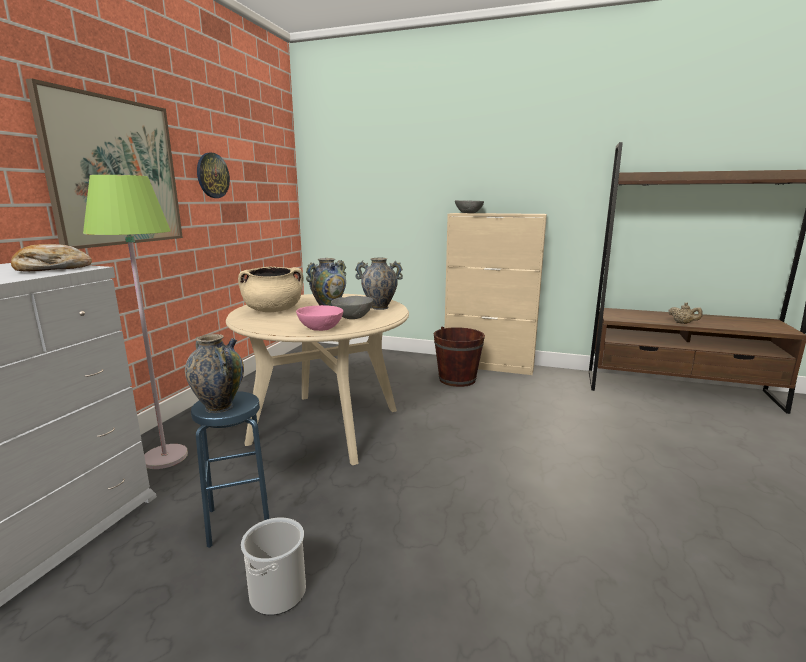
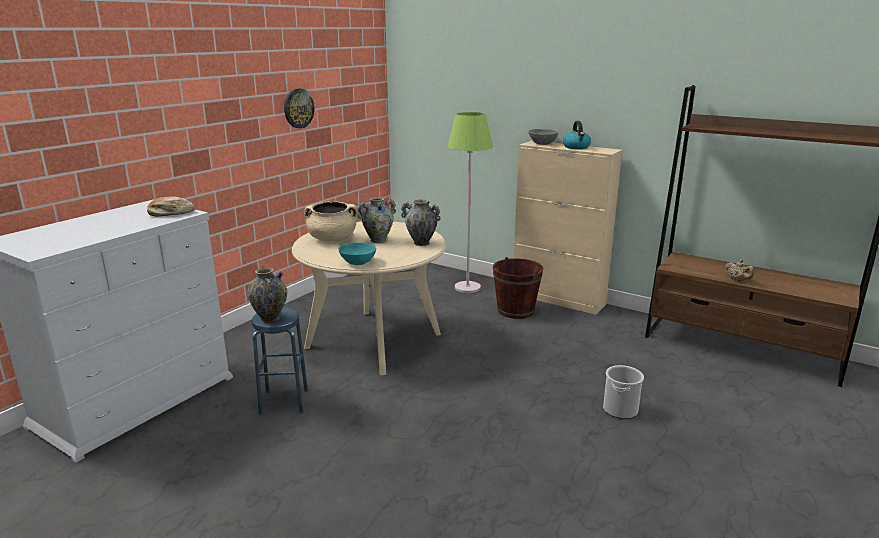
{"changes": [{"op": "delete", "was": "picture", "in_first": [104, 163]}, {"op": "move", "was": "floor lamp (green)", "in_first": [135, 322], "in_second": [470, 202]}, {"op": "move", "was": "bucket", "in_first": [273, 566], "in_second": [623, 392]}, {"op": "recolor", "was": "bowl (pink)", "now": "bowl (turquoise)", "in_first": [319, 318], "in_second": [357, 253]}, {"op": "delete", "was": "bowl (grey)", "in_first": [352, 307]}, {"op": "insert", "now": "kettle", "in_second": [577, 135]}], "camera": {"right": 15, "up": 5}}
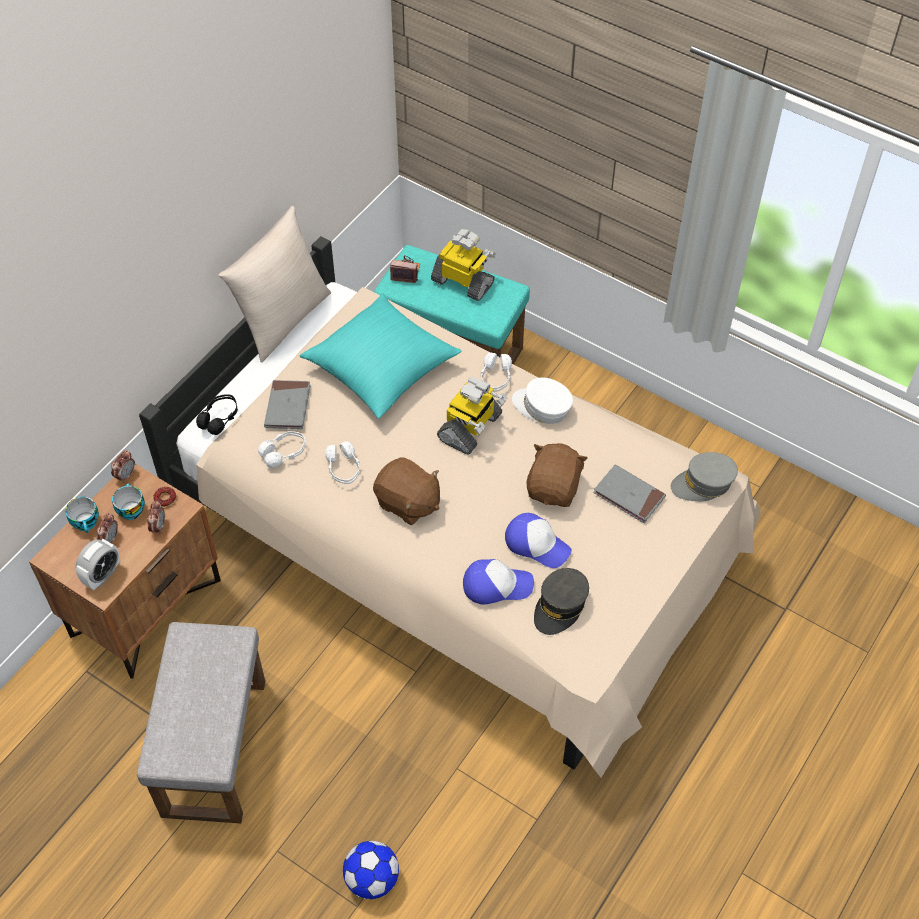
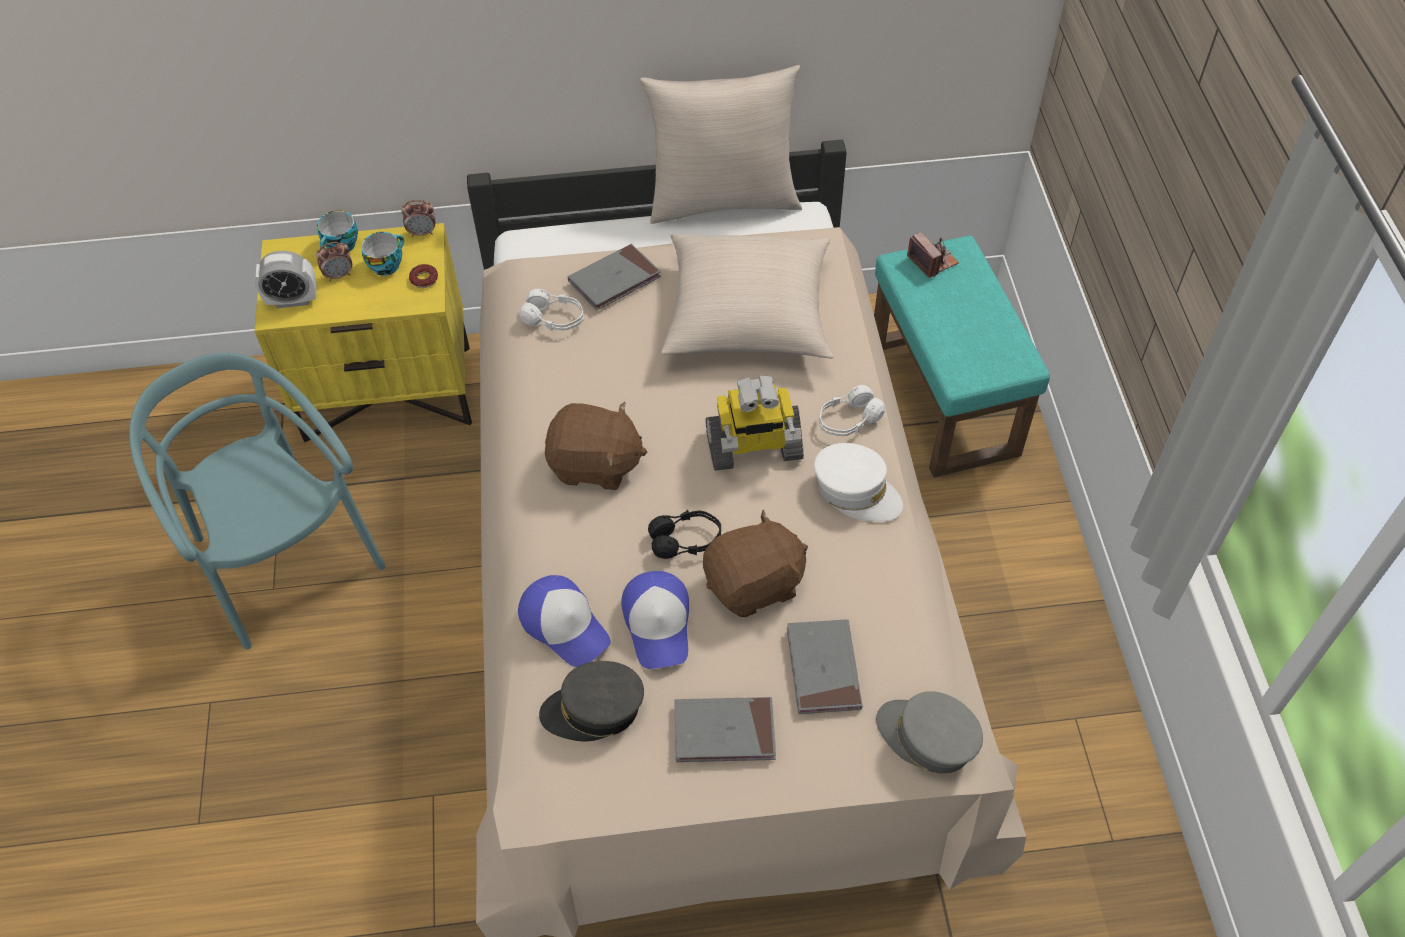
{"changes": [{"op": "recolor", "was": "nightstand (brown)", "now": "nightstand (yellow)", "in_first": [125, 571], "in_second": [363, 332]}, {"op": "replace", "was": "ottoman (grey)", "now": "chair (turquoise)", "in_first": [201, 722], "in_second": [257, 501]}, {"op": "delete", "was": "alarm clock", "in_first": [156, 517]}, {"op": "move", "was": "headphones (black)", "in_first": [217, 414], "in_second": [684, 534]}, {"op": "recolor", "was": "pillow (turquoise)", "now": "pillow (beige)", "in_first": [381, 356], "in_second": [747, 296]}, {"op": "delete", "was": "headphones (white)", "in_first": [342, 462]}, {"op": "delete", "was": "football", "in_first": [371, 870]}, {"op": "rotate", "was": "plush toy (brown)", "in_first": [406, 491], "in_second": [596, 446], "clockwise": -75}, {"op": "delete", "was": "toy robot", "in_first": [463, 265]}, {"op": "rotate", "was": "cap (white)", "in_first": [542, 400], "in_second": [858, 482], "clockwise": 135}, {"op": "insert", "now": "book (grey)", "in_second": [725, 729]}], "camera": {"right": 50, "up": 0}}
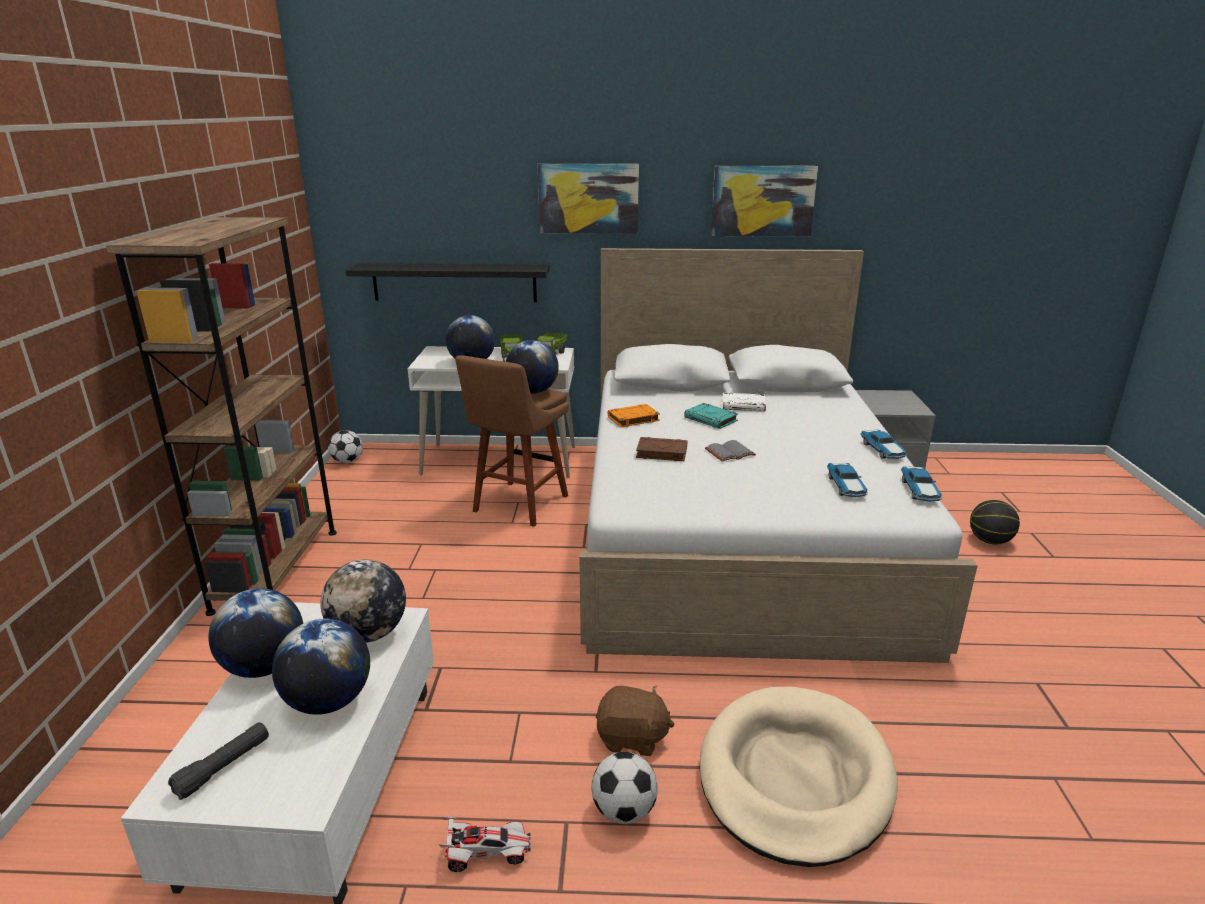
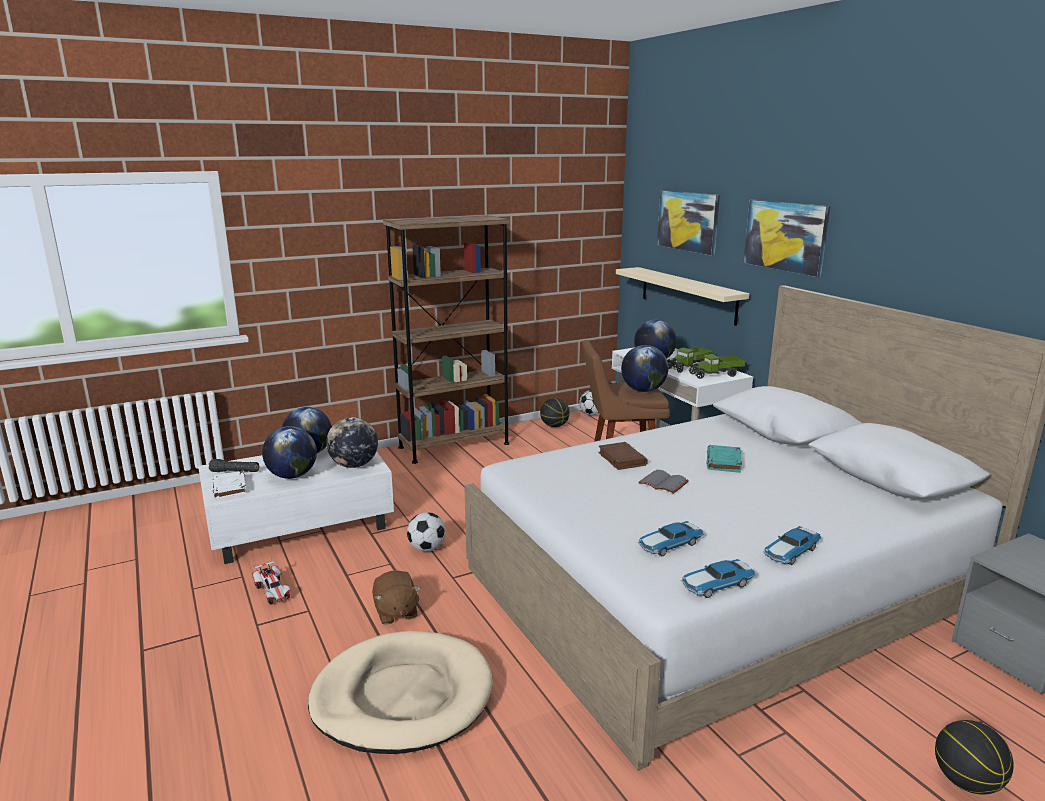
{"changes": [{"op": "recolor", "was": "shelf (black)", "now": "shelf (beige)", "in_first": [448, 282], "in_second": [683, 296]}, {"op": "move", "was": "football", "in_first": [624, 788], "in_second": [426, 531]}, {"op": "delete", "was": "book (orange)", "in_first": [634, 415]}, {"op": "move", "was": "picture", "in_first": [764, 201], "in_second": [688, 223]}, {"op": "move", "was": "book (white)", "in_first": [744, 401], "in_second": [229, 485]}, {"op": "insert", "now": "basketball", "in_second": [555, 412]}], "camera": {"right": 60, "up": -5}}
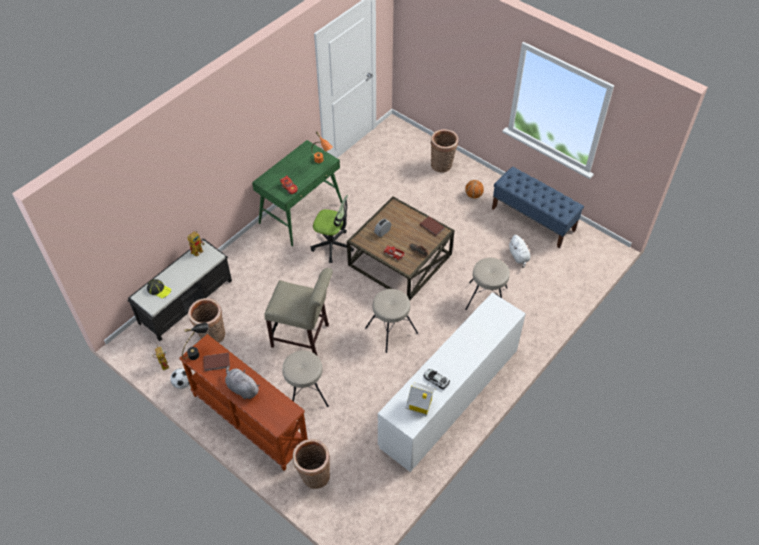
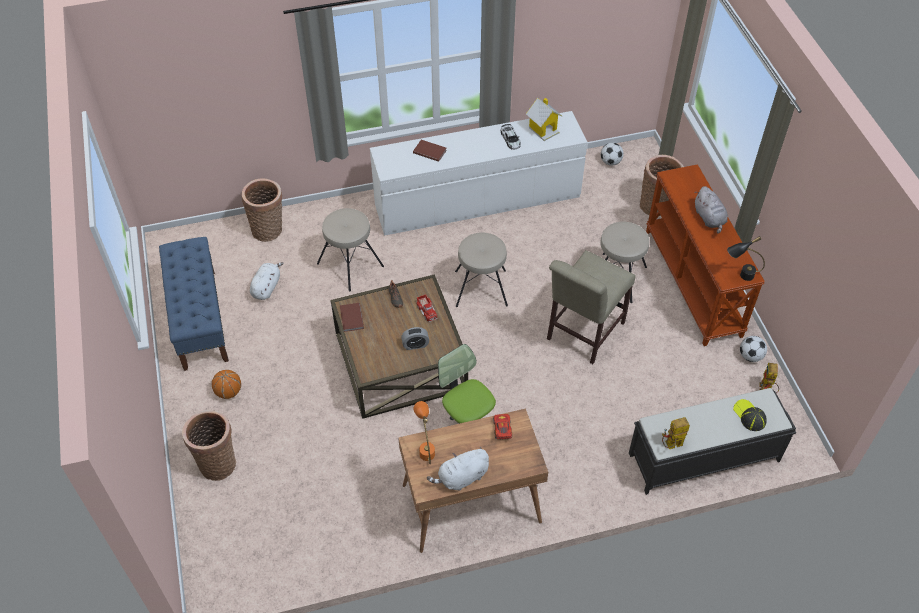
{"changes": [{"op": "move", "was": "basket", "in_first": [206, 320], "in_second": [262, 210]}, {"op": "move", "was": "book (brown)", "in_first": [216, 362], "in_second": [430, 151]}, {"op": "recolor", "was": "desk (green)", "now": "desk (brown)", "in_first": [297, 193], "in_second": [473, 481]}, {"op": "rotate", "was": "chair (beige)", "in_first": [298, 312], "in_second": [591, 307], "clockwise": -105}, {"op": "insert", "now": "plush toy (white)", "in_second": [458, 468]}, {"op": "insert", "now": "football", "in_second": [612, 154]}], "camera": {"right": -145, "up": 0}}
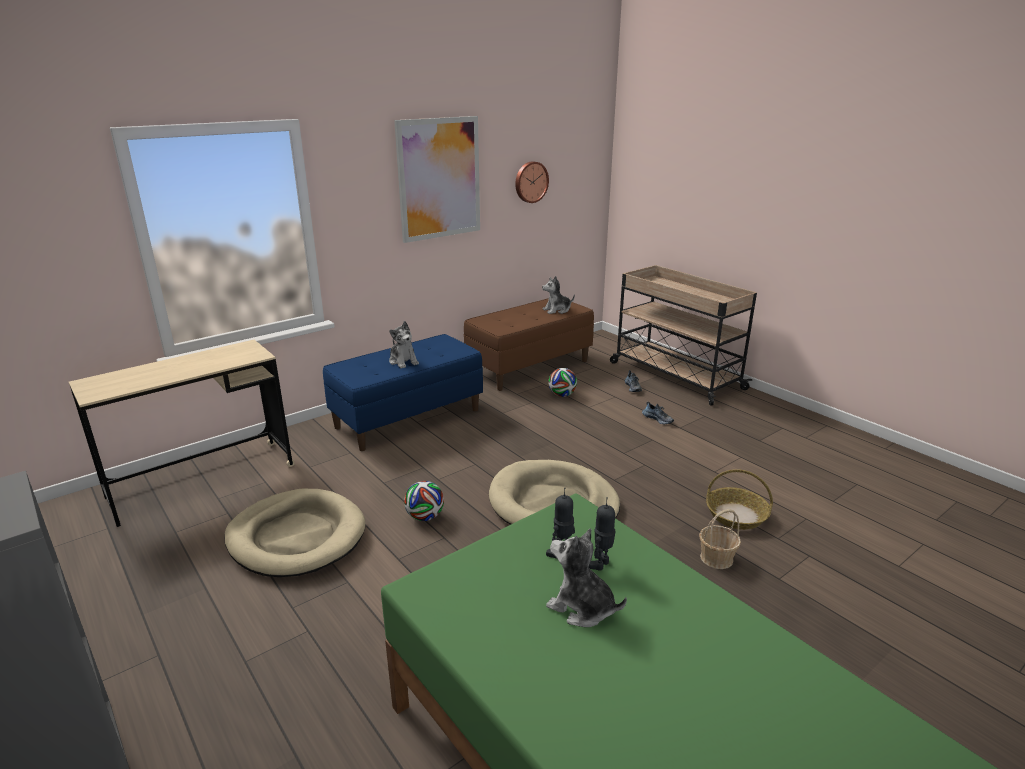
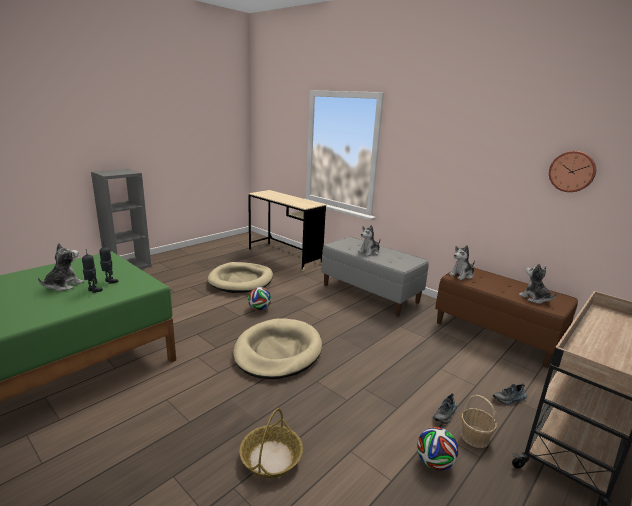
{"changes": [{"op": "recolor", "was": "bench (blue)", "now": "bench (grey)", "in_first": [403, 392], "in_second": [375, 276]}, {"op": "delete", "was": "picture", "in_first": [437, 179]}, {"op": "move", "was": "football", "in_first": [562, 382], "in_second": [438, 449]}, {"op": "move", "was": "basket", "in_first": [720, 539], "in_second": [479, 421]}, {"op": "insert", "now": "plush toy", "in_second": [462, 262]}], "camera": {"right": 80, "up": -5}}
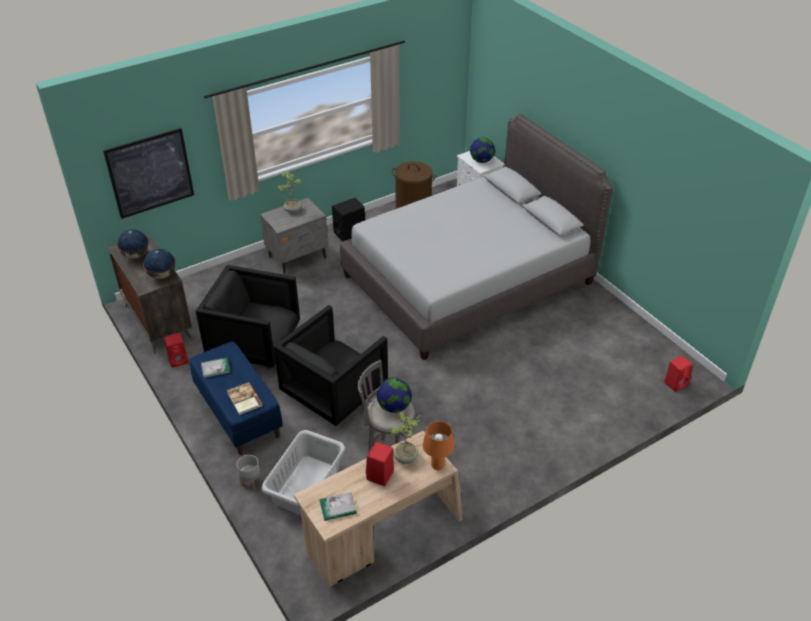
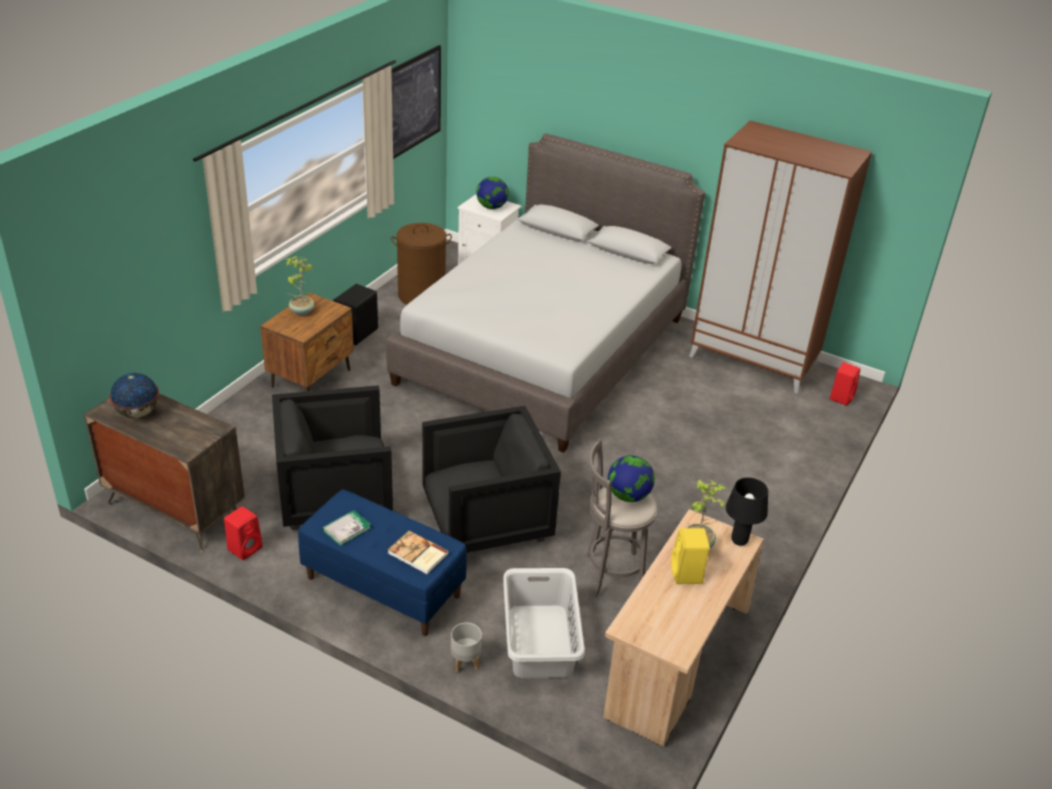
{"changes": [{"op": "move", "was": "picture", "in_first": [148, 173], "in_second": [416, 102]}, {"op": "delete", "was": "globe", "in_first": [159, 264]}, {"op": "recolor", "was": "nightstand (grey)", "now": "nightstand (brown)", "in_first": [294, 236], "in_second": [307, 342]}, {"op": "rotate", "was": "armchair (black)", "in_first": [331, 365], "in_second": [491, 479], "clockwise": -120}, {"op": "delete", "was": "book", "in_first": [338, 506]}, {"op": "recolor", "was": "speaker (red)", "now": "speaker (yellow)", "in_first": [380, 464], "in_second": [690, 556]}, {"op": "recolor", "was": "table lamp (orange)", "now": "table lamp (black)", "in_first": [439, 445], "in_second": [747, 512]}, {"op": "insert", "now": "wardrobe (brown)", "in_second": [780, 257]}], "camera": {"right": -30, "up": -5}}
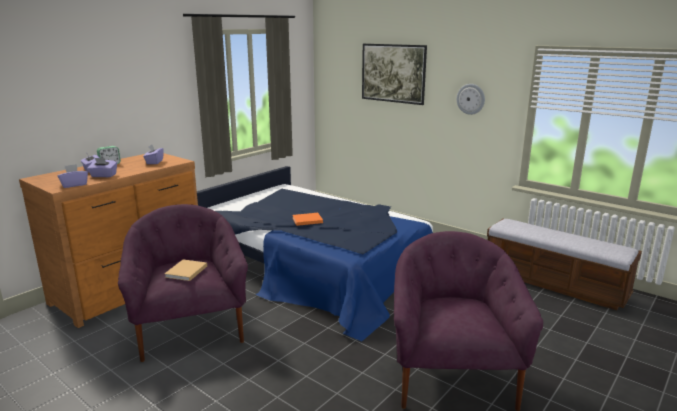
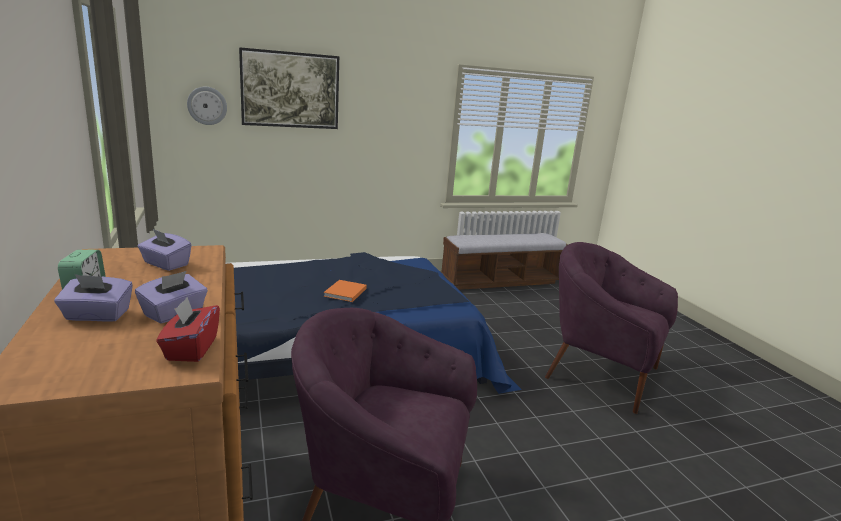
{"changes": [{"op": "recolor", "was": "tissue box (purple)", "now": "tissue box (red)", "in_first": [72, 176], "in_second": [188, 329]}, {"op": "delete", "was": "book (beige)", "in_first": [185, 270]}, {"op": "move", "was": "wall clock", "in_first": [471, 99], "in_second": [207, 106]}], "camera": {"right": -60, "up": 0}}
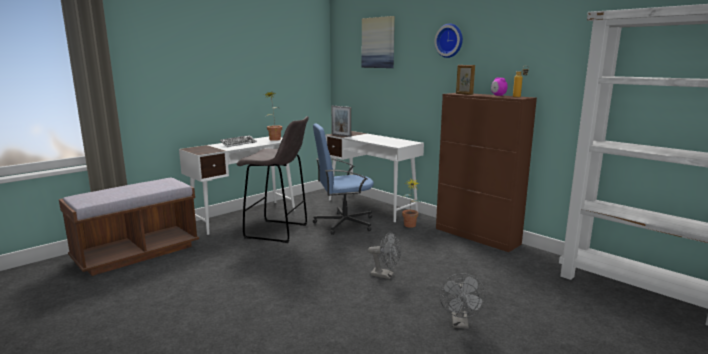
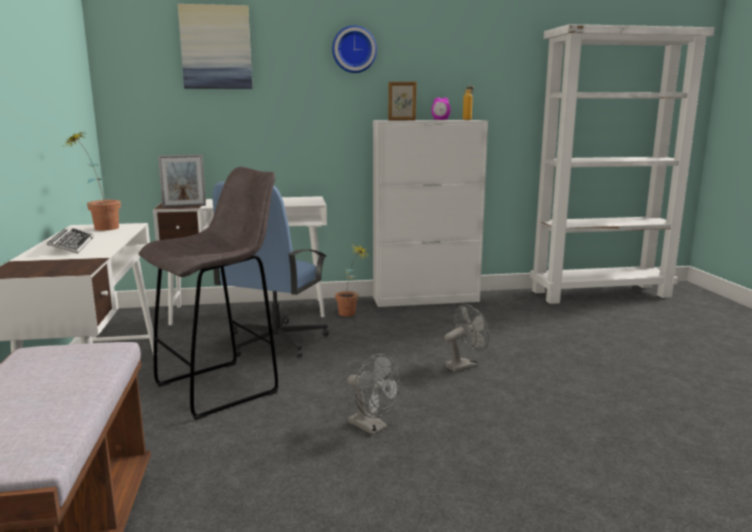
{"changes": [{"op": "recolor", "was": "cabinet (brown)", "now": "cabinet (white)", "in_first": [486, 172], "in_second": [430, 213]}, {"op": "move", "was": "fan (grey)", "in_first": [463, 301], "in_second": [373, 394]}], "camera": {"right": -55, "up": 0}}
